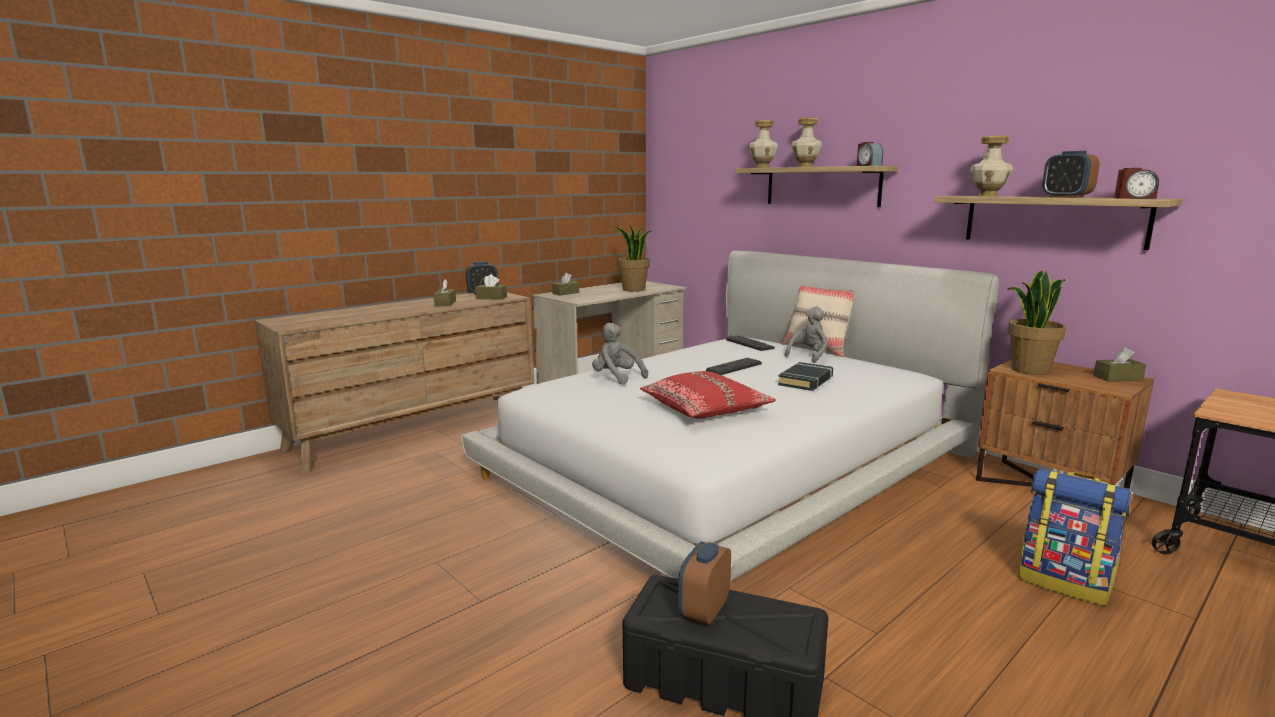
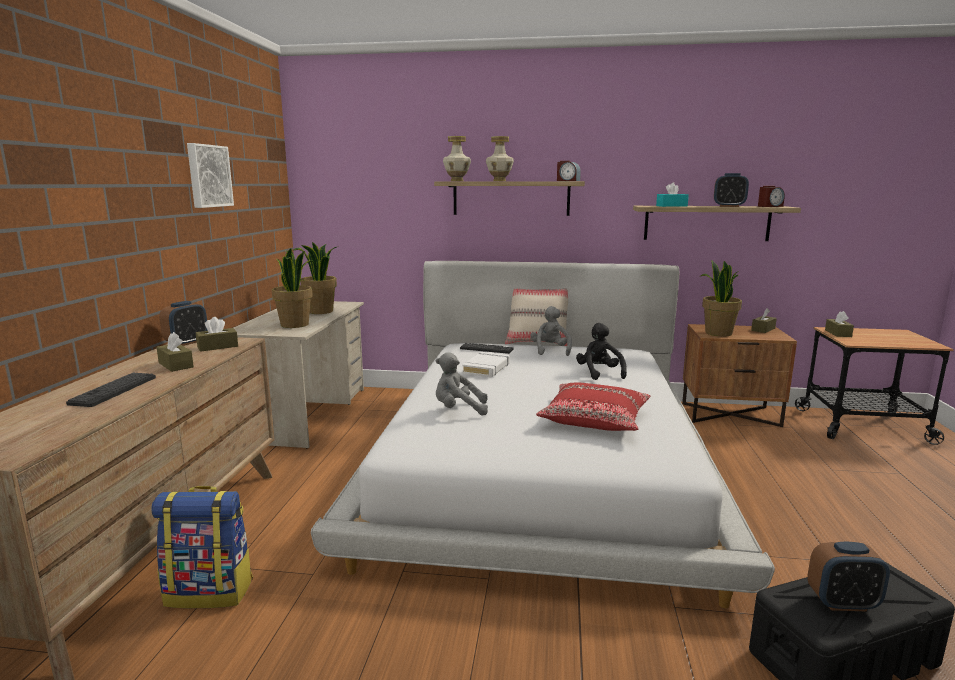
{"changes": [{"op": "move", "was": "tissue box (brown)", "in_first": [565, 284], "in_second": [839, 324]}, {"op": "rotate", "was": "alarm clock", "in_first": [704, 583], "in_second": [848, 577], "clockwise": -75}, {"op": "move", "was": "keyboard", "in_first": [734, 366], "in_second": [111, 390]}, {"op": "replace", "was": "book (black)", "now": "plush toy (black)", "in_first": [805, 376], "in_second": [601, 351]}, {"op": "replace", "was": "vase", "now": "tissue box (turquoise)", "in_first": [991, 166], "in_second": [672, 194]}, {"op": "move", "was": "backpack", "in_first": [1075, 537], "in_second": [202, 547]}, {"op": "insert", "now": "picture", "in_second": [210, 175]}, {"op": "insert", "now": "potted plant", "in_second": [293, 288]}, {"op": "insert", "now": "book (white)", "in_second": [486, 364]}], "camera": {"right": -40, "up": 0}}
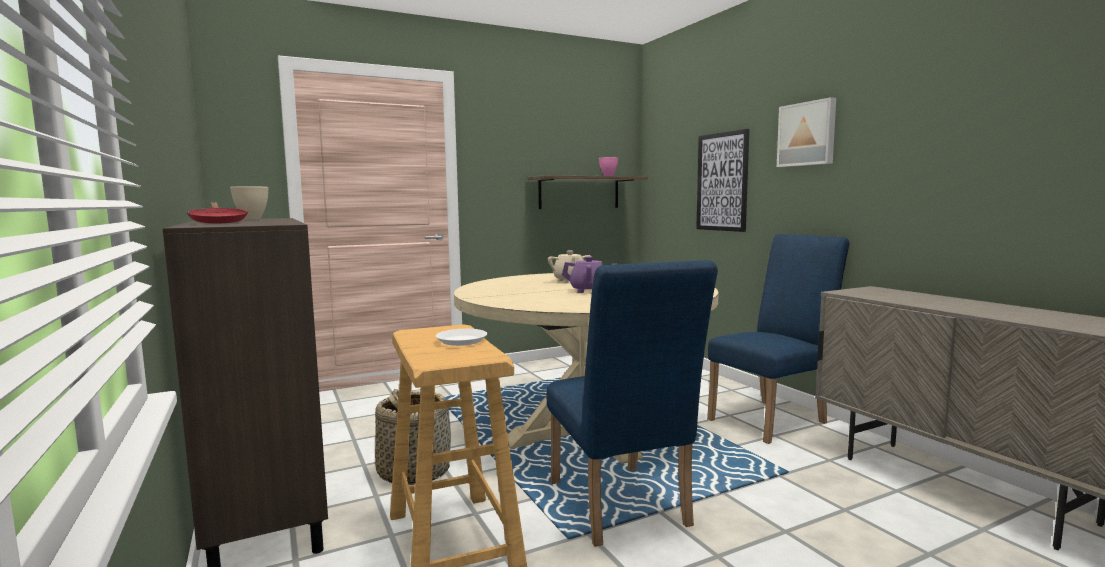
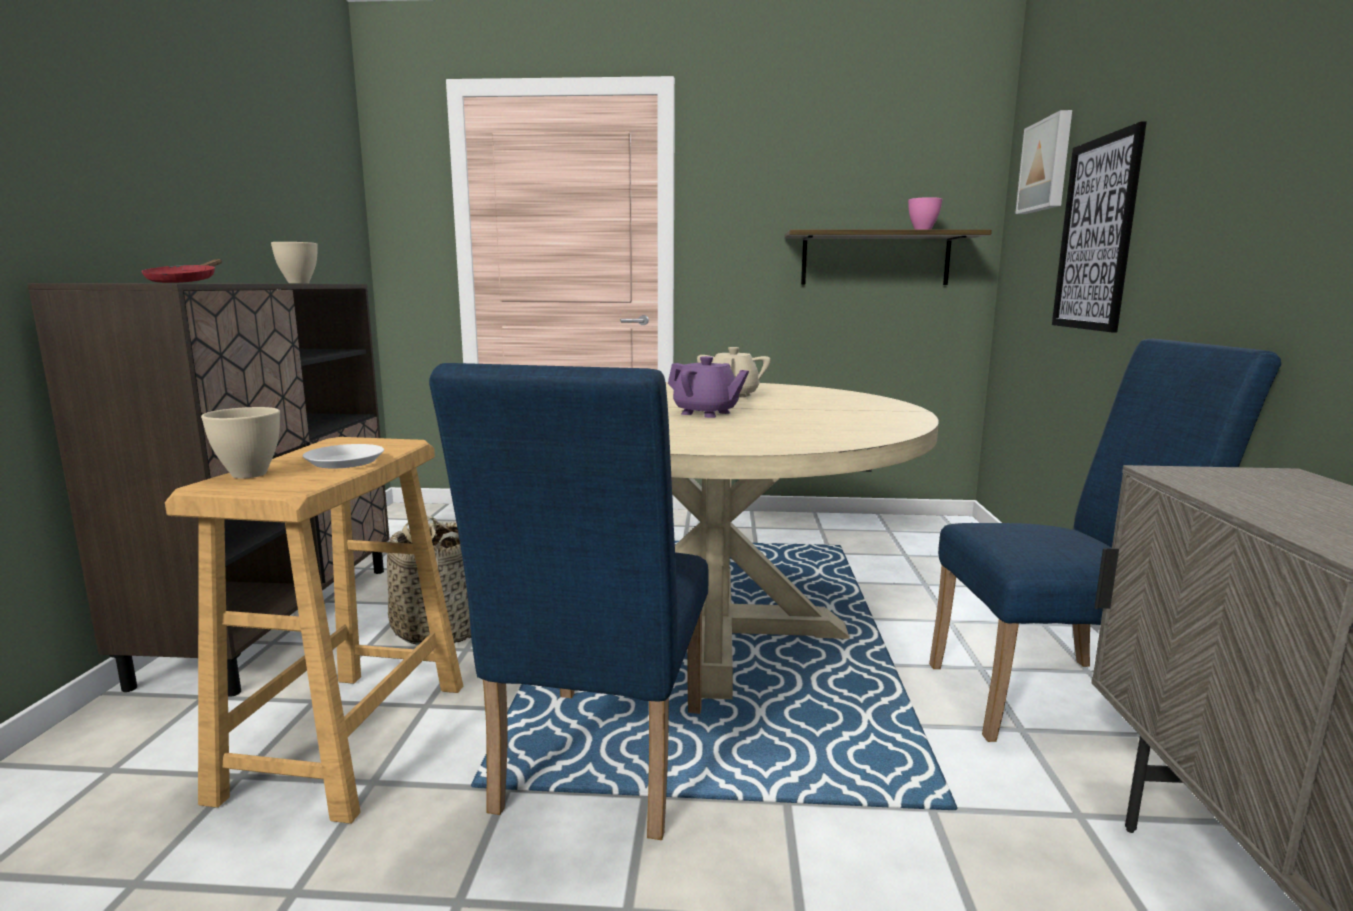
{"changes": [{"op": "move", "was": "picture", "in_first": [806, 132], "in_second": [1043, 162]}, {"op": "insert", "now": "bowl (beige)", "in_second": [240, 443]}], "camera": {"right": 30, "up": 5}}
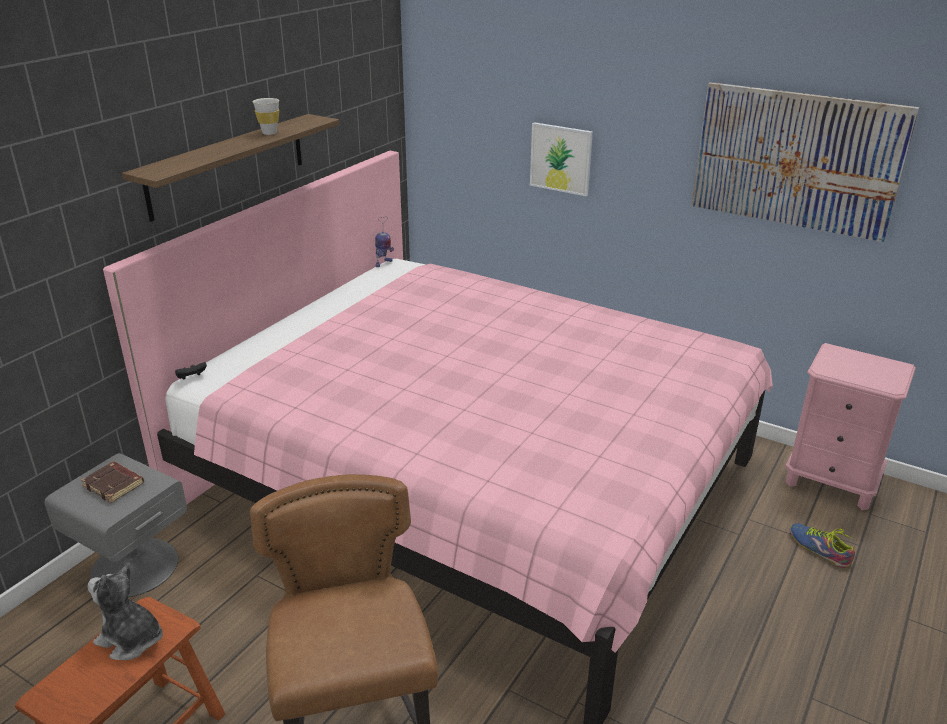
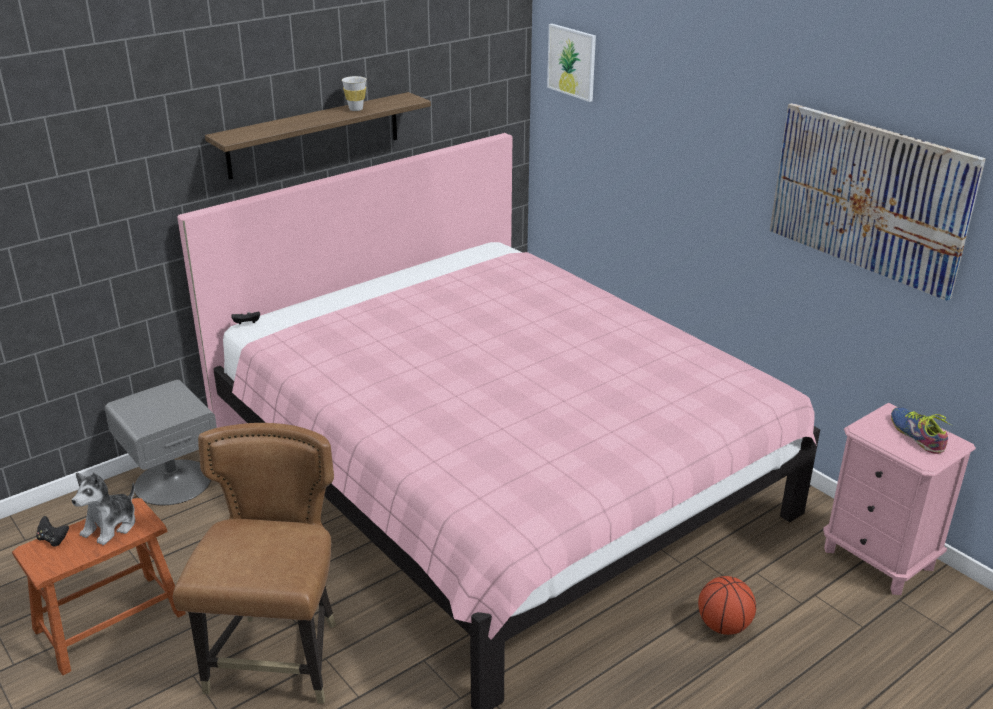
{"changes": [{"op": "delete", "was": "book (brown)", "in_first": [112, 482]}, {"op": "rotate", "was": "plush toy", "in_first": [125, 611], "in_second": [103, 508], "clockwise": -105}, {"op": "delete", "was": "toy robot", "in_first": [384, 241]}, {"op": "move", "was": "picture", "in_first": [561, 159], "in_second": [571, 63]}, {"op": "move", "was": "shoe", "in_first": [822, 545], "in_second": [921, 430]}, {"op": "insert", "now": "game controller (black)", "in_second": [52, 531]}, {"op": "insert", "now": "basketball", "in_second": [727, 605]}], "camera": {"right": 20, "up": 0}}
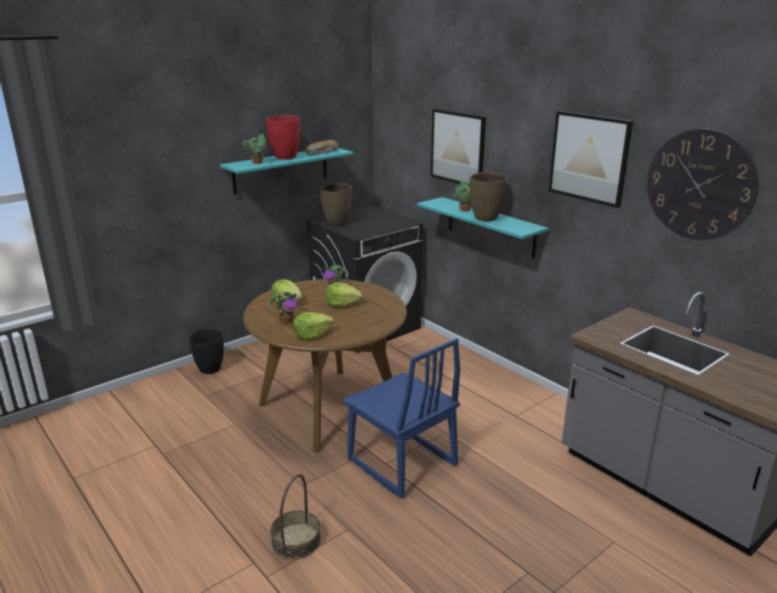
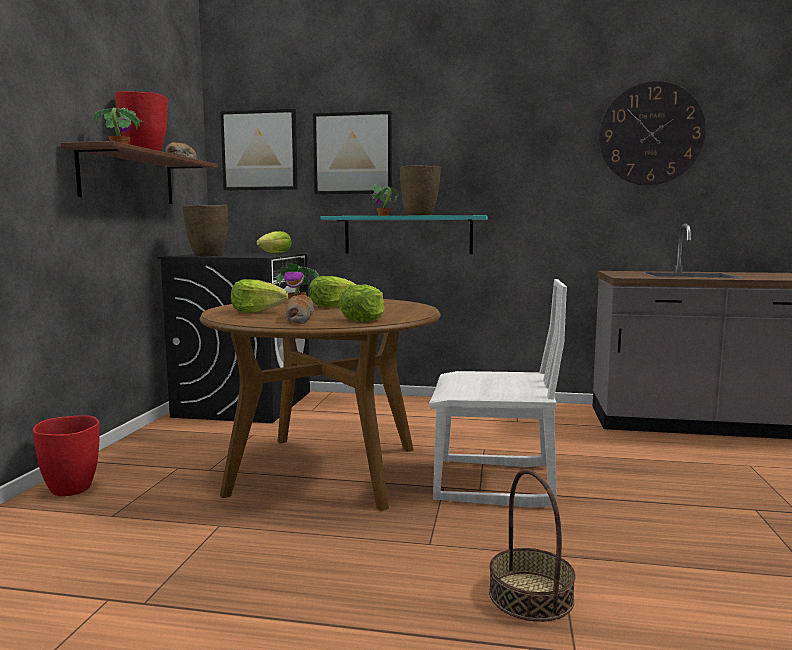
{"changes": [{"op": "recolor", "was": "vase (black)", "now": "vase (red)", "in_first": [206, 351], "in_second": [66, 455]}, {"op": "recolor", "was": "shelf (turquoise)", "now": "shelf (brown)", "in_first": [287, 171], "in_second": [139, 172]}, {"op": "replace", "was": "potted plant", "now": "bread", "in_first": [284, 307], "in_second": [300, 309]}, {"op": "recolor", "was": "chair (blue)", "now": "chair (white)", "in_first": [401, 418], "in_second": [498, 393]}, {"op": "move", "was": "picture", "in_first": [591, 159], "in_second": [259, 150]}, {"op": "insert", "now": "lettuce", "in_second": [273, 242]}], "camera": {"right": -40, "up": -15}}
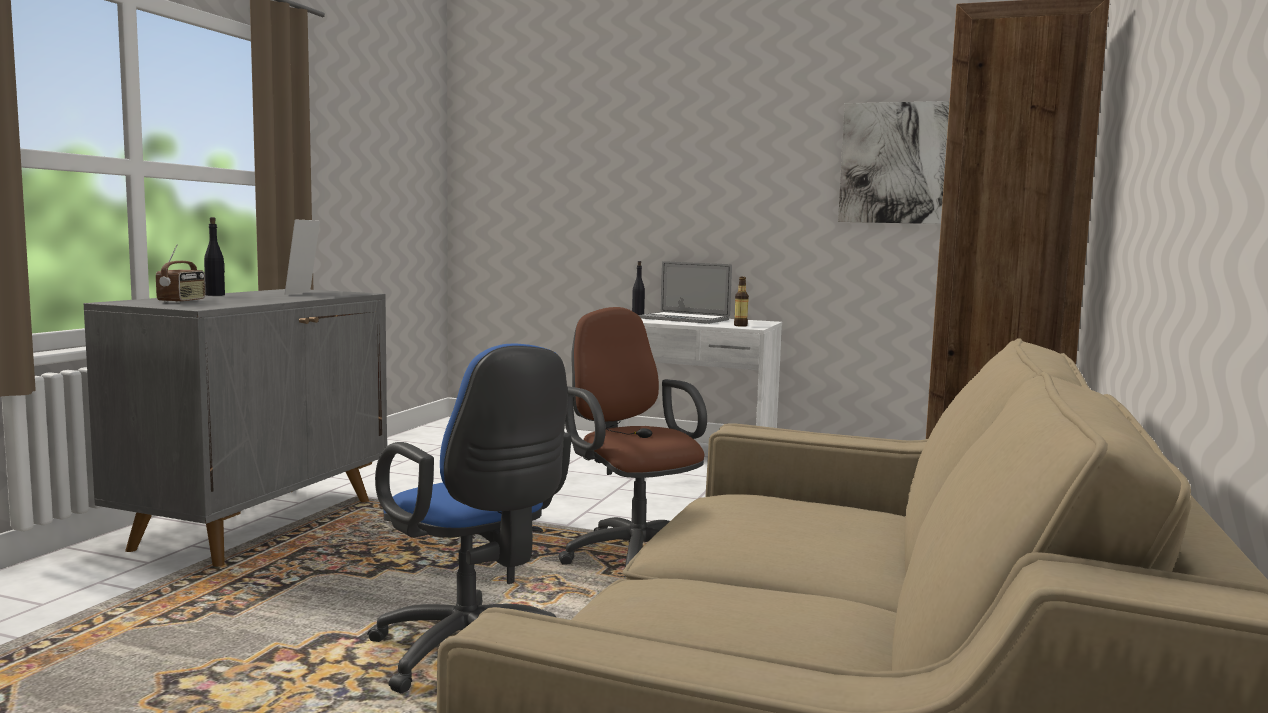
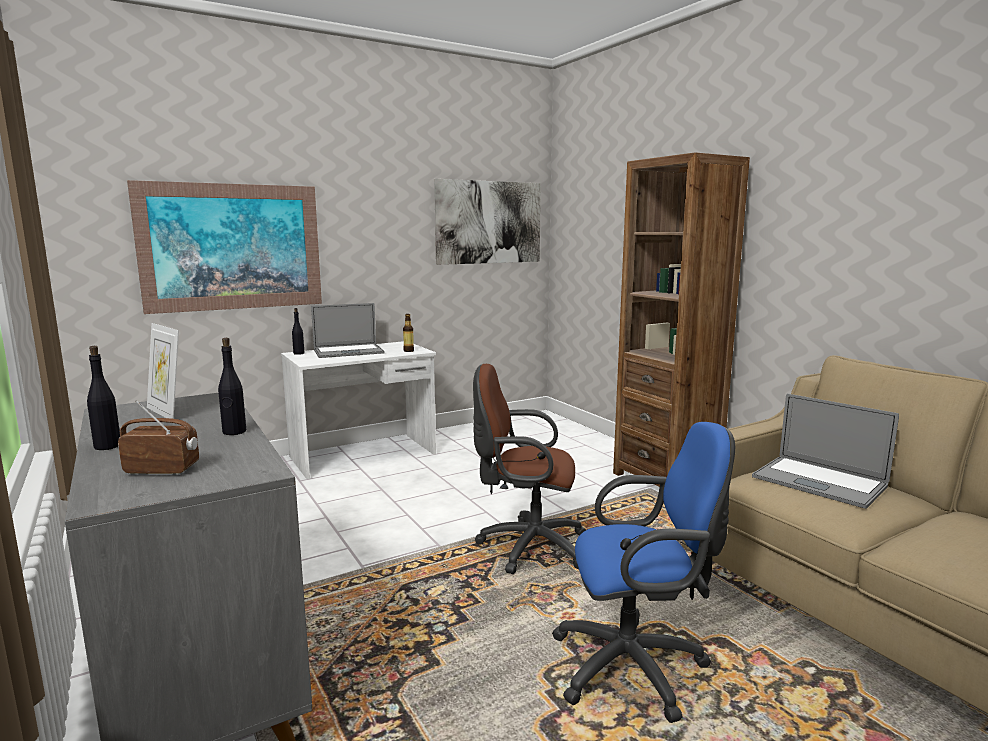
{"changes": [{"op": "rotate", "was": "radio", "in_first": [180, 274], "in_second": [158, 437], "clockwise": -45}, {"op": "insert", "now": "picture", "in_second": [224, 247]}, {"op": "insert", "now": "bottle (black)", "in_second": [232, 386]}, {"op": "insert", "now": "laptop", "in_second": [825, 451]}], "camera": {"right": -50, "up": 5}}
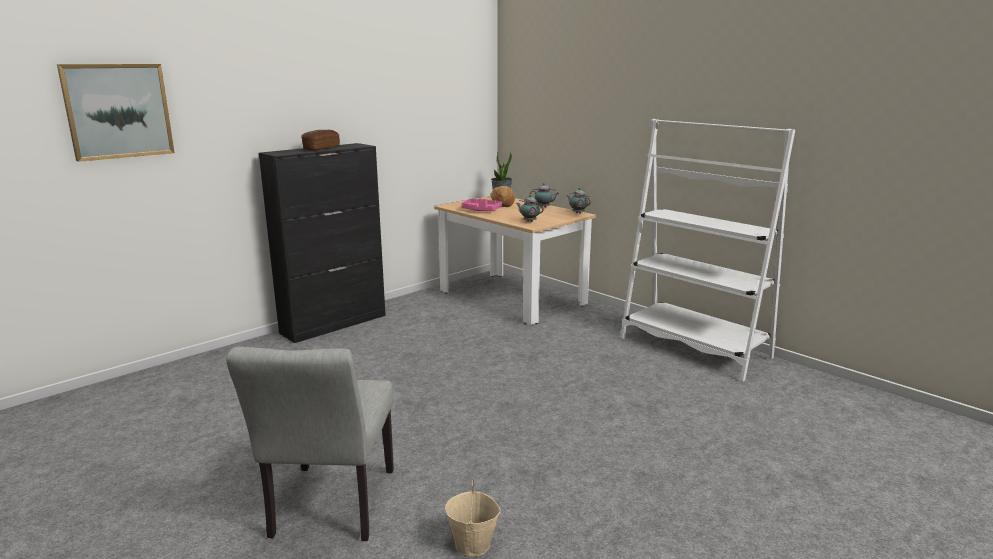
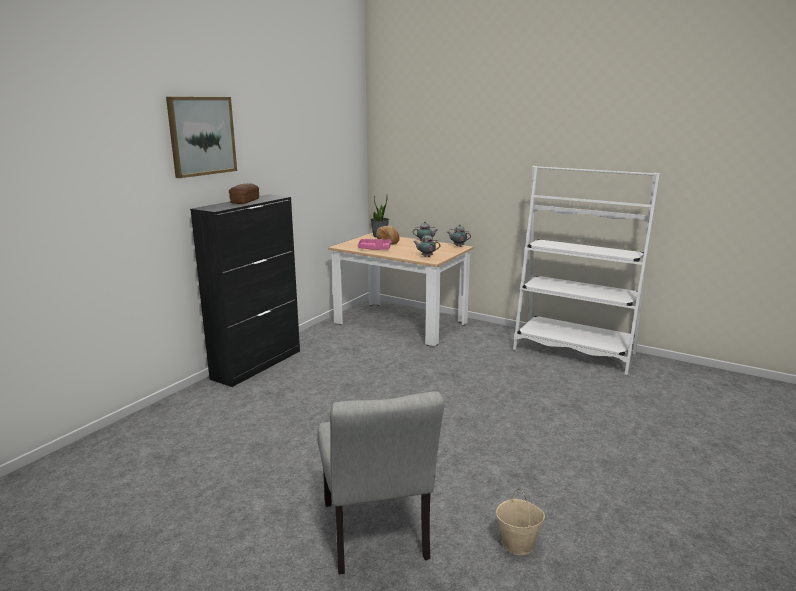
{"changes": [{"op": "move", "was": "picture", "in_first": [116, 113], "in_second": [201, 137]}], "camera": {"right": -15, "up": 0}}
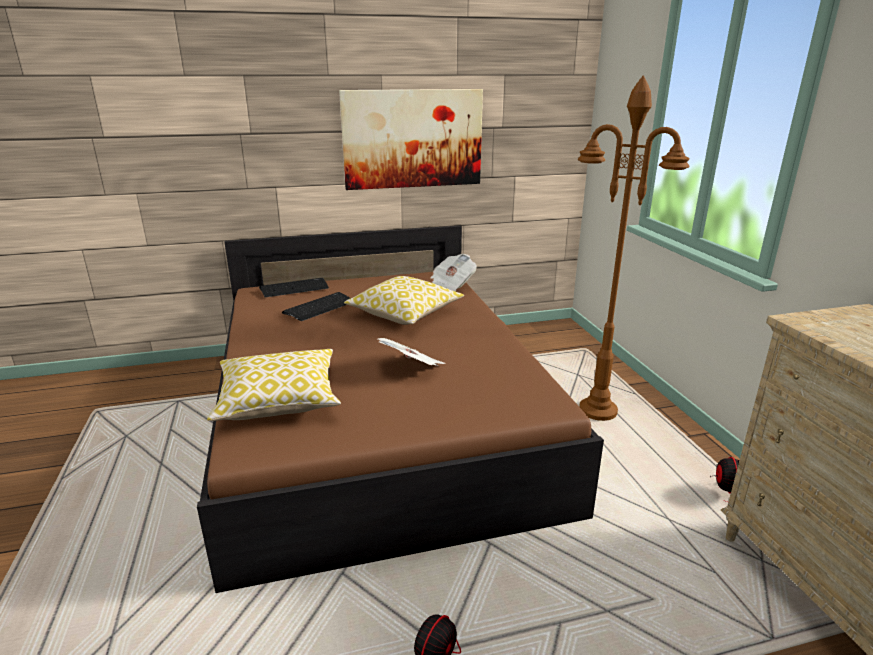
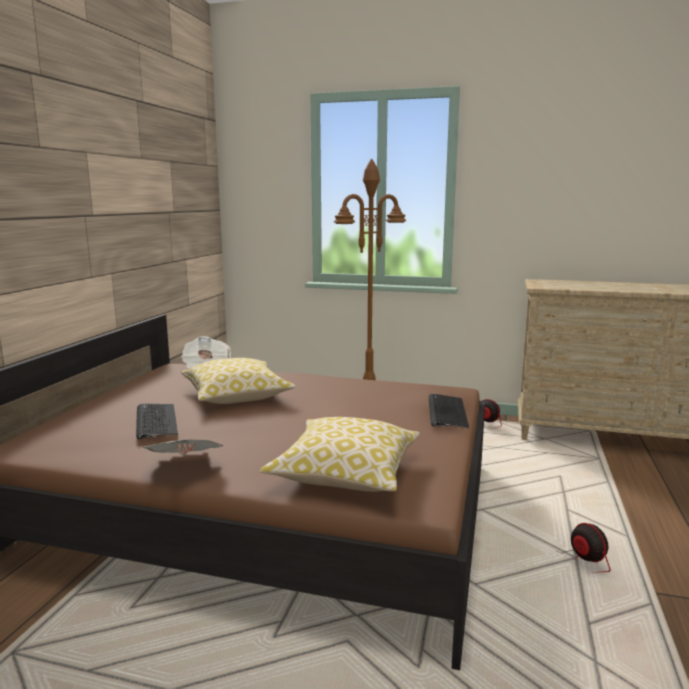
{"changes": [{"op": "move", "was": "keyboard", "in_first": [294, 287], "in_second": [449, 411]}, {"op": "delete", "was": "picture", "in_first": [411, 139]}, {"op": "move", "was": "newspaper", "in_first": [412, 352], "in_second": [183, 447]}], "camera": {"right": -60, "up": -10}}
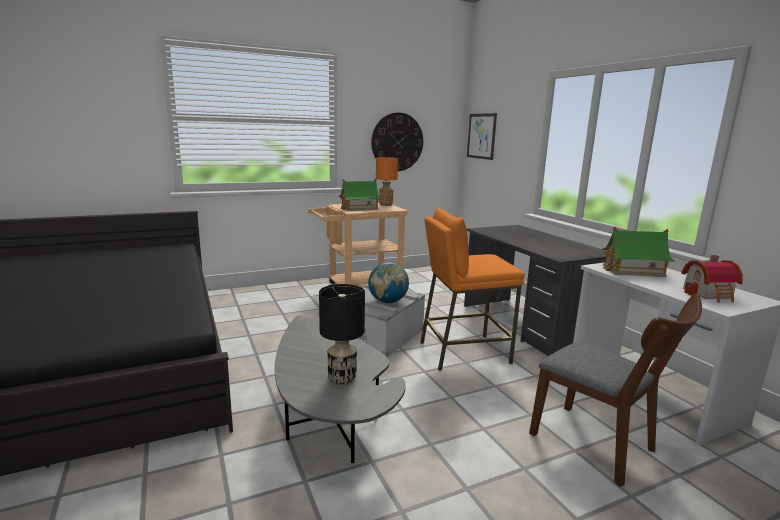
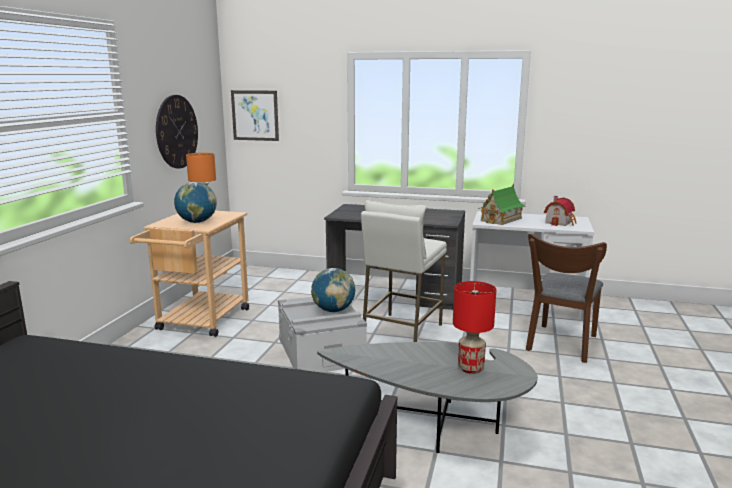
{"changes": [{"op": "recolor", "was": "table lamp (black)", "now": "table lamp (red)", "in_first": [342, 334], "in_second": [474, 327]}, {"op": "replace", "was": "toy house", "now": "globe", "in_first": [359, 194], "in_second": [195, 202]}, {"op": "recolor", "was": "stool (orange)", "now": "stool (white)", "in_first": [472, 289], "in_second": [404, 271]}, {"op": "rotate", "was": "chair (brown)", "in_first": [615, 390], "in_second": [566, 298], "clockwise": 120}], "camera": {"right": -50, "up": 0}}
